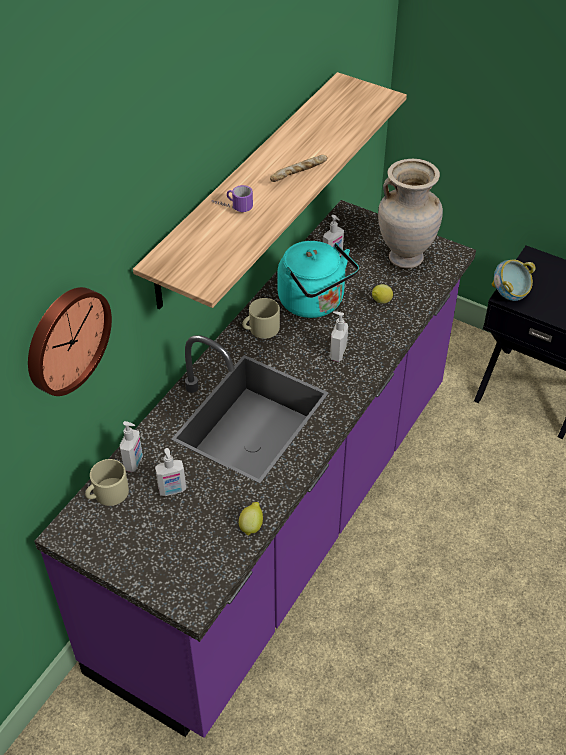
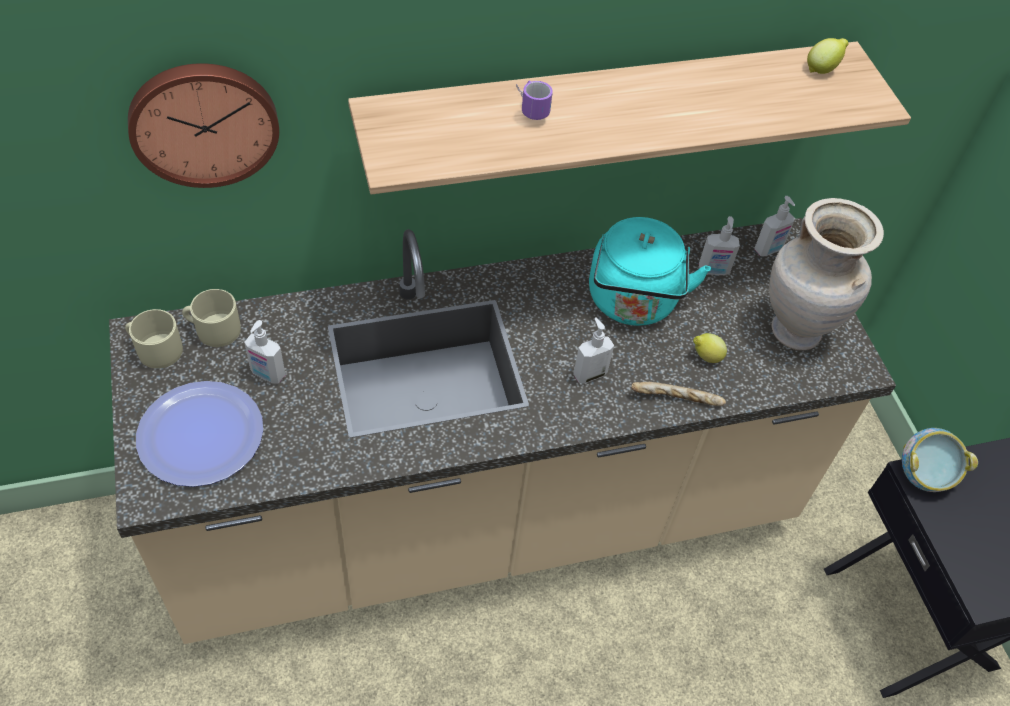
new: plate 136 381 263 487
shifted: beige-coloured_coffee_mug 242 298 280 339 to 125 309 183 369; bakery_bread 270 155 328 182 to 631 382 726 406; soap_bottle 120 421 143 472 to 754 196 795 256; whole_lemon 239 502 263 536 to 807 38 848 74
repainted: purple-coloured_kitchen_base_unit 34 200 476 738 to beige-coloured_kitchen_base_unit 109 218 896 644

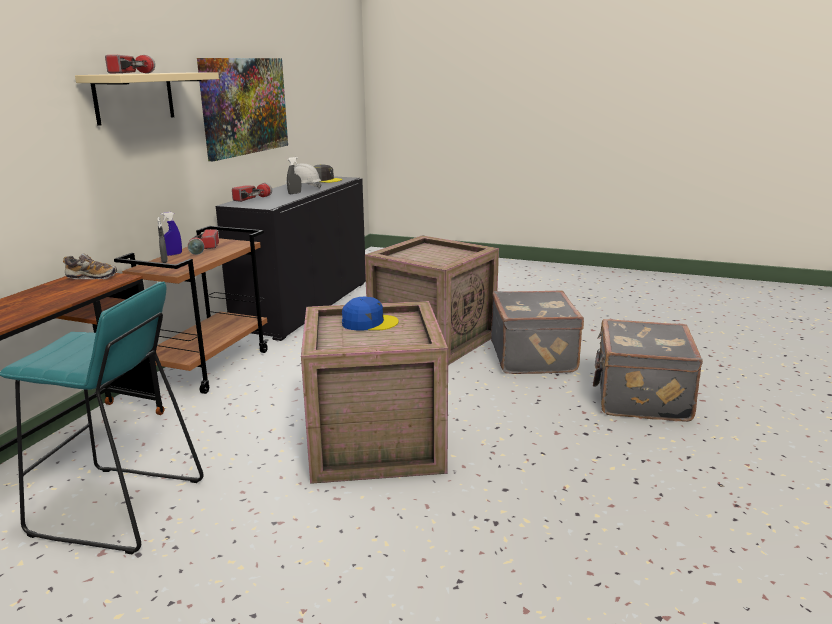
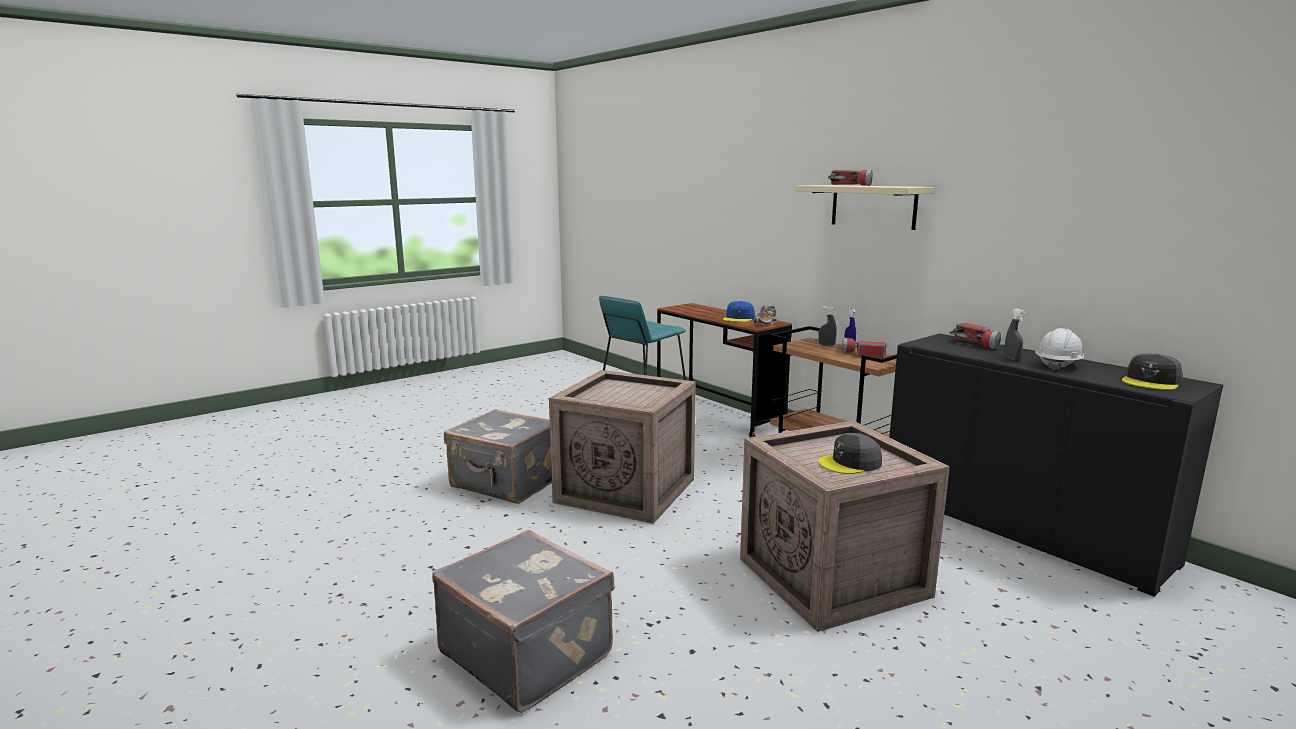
gone: picture 197 58 288 161
new: greyish_cap 818 433 882 474
shifted: greyish_suitcase 491 290 584 374 to 444 409 552 504; blue-coloured_cap 342 297 399 331 to 723 301 755 322

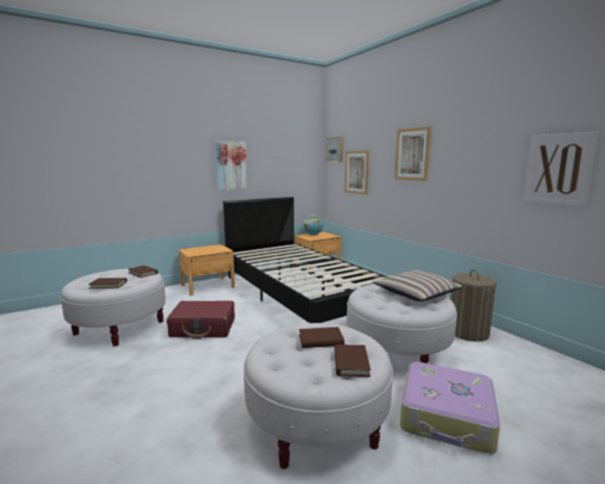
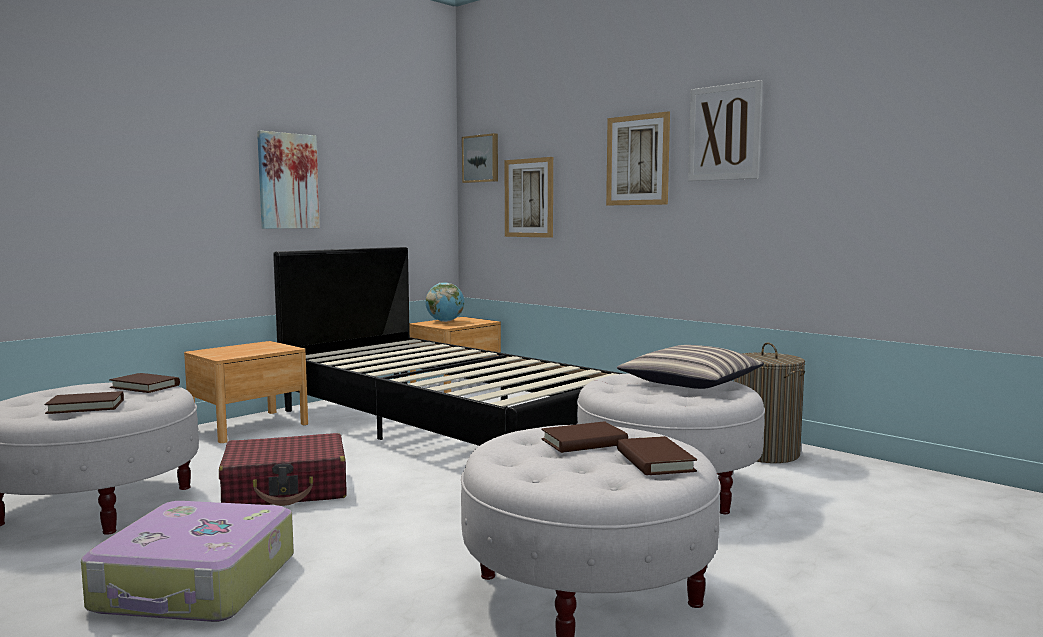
shifted: suitcase 400 362 500 454 to 81 501 294 622; picture 523 132 599 207 to 688 80 763 181

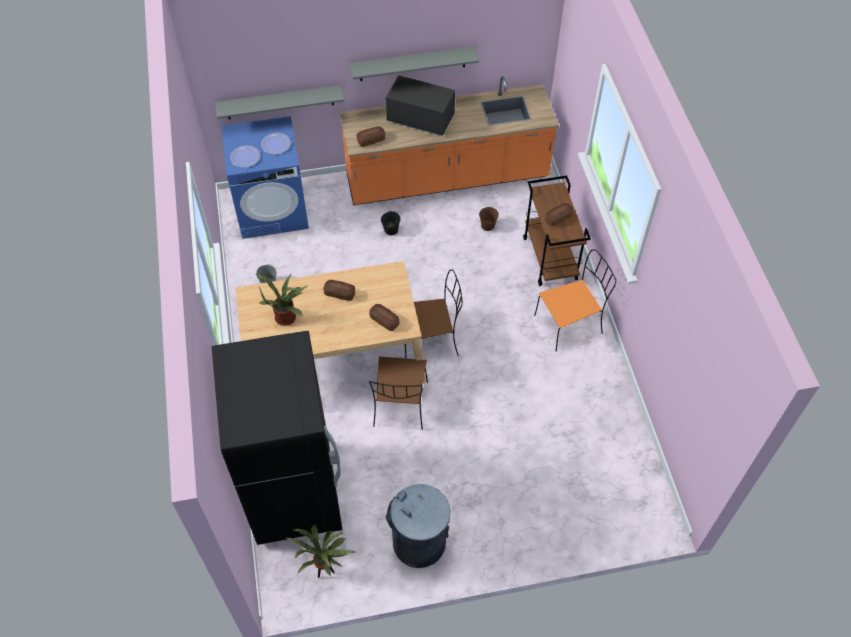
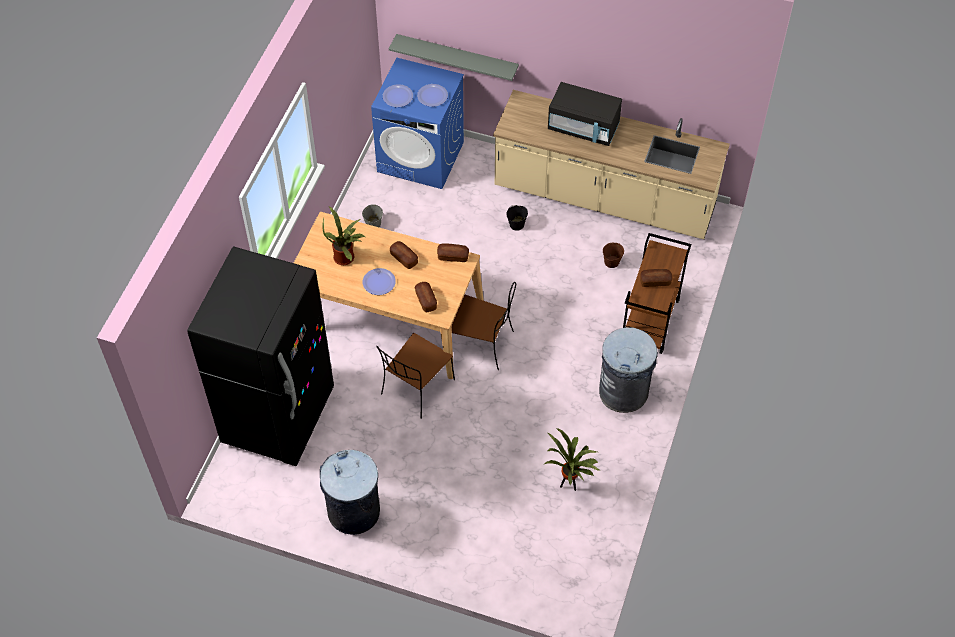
gone: greyish_bracket_shelf 350 46 479 81
new: plate 363 268 396 295
shifted: bakery_bread 356 126 385 147 to 437 243 469 262; houseplant 286 525 356 578 to 544 428 600 491
swapped: orangey_chair 534 249 616 352 to greyish_waste_bin 599 327 658 413
repainted: orangey_kitchen_base_unit 340 76 559 205 to beige-coloured_kitchen_base_unit 493 90 730 239
rotated: black_microwave 386 75 455 136 = 548 82 622 146 150 degrees clockwise

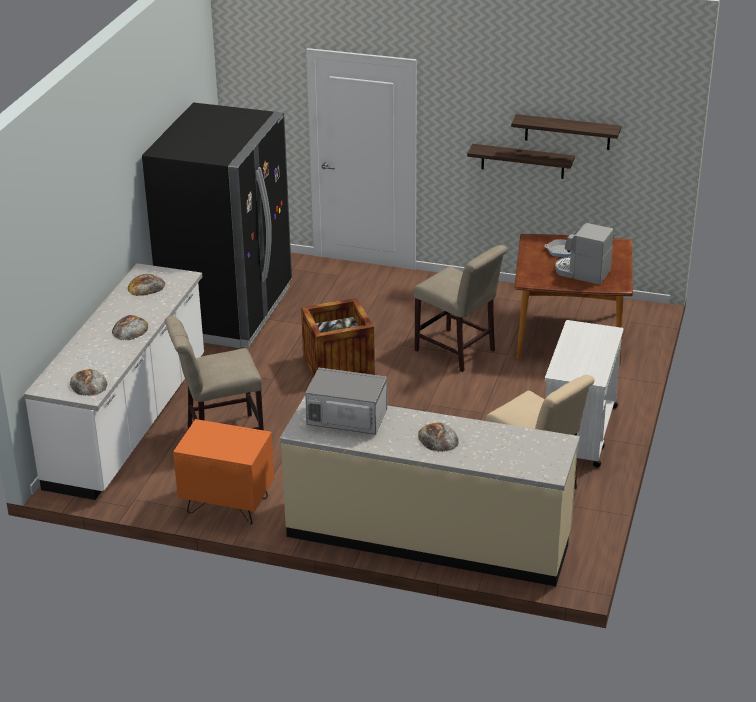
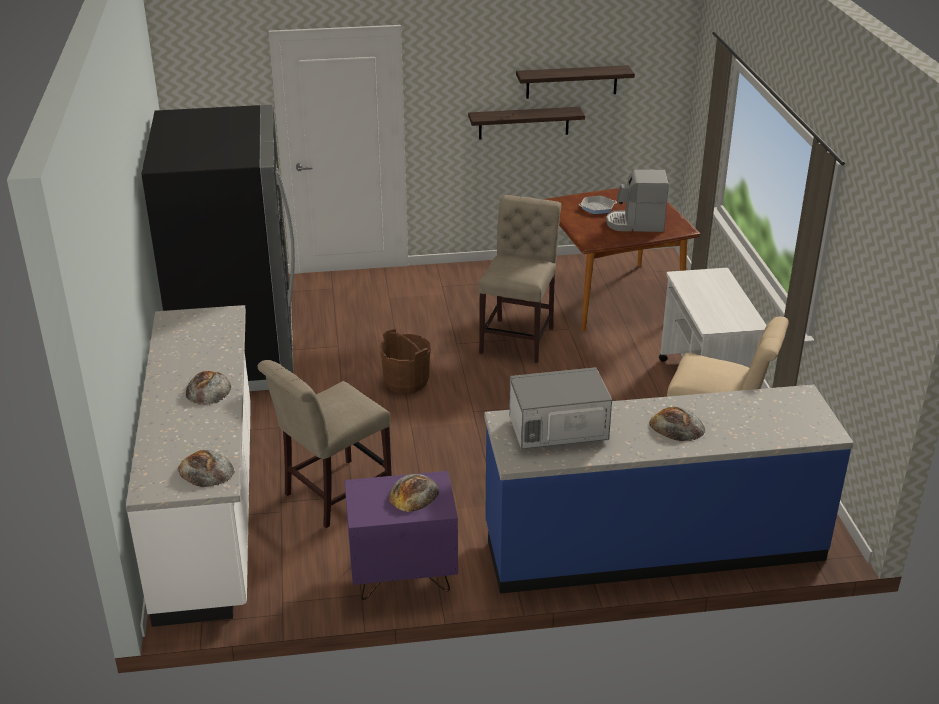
shifted: bakery_bread 128 274 165 296 to 389 474 439 512
swapped: crate 301 298 375 377 to brownish_water_bucket 380 329 431 393
repainted: orangey_bedside_table 173 419 274 524 to purple-coloured_bedside_table 345 471 458 600; beige-coloured_kitchen_base_unit 280 396 580 586 to blue-coloured_kitchen_base_unit 484 384 854 594
rotated: beige-coloured_chair 414 245 507 372 = 479 195 561 363 90 degrees counterclockwise

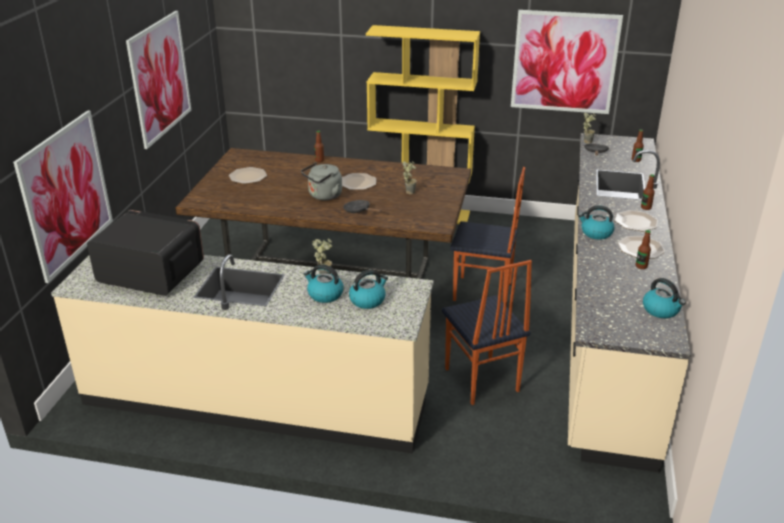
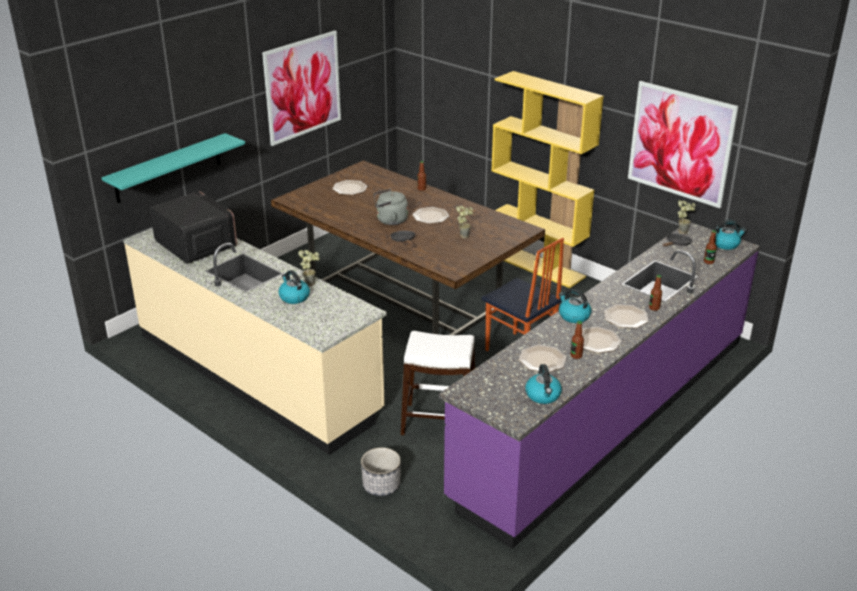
new: plant_pot 361 448 401 496; plate 519 345 567 372
shifted: water_kettle 349 270 388 309 to 715 220 746 250
swapped: picture 13 110 113 283 to blue-green_bracket_shelf 102 133 245 203; chair 442 260 532 405 to whitish_stool 401 331 475 435
repainted: beige-coloured_kitchen_base_unit 568 133 691 473 to purple-coloured_kitchen_base_unit 439 222 760 549

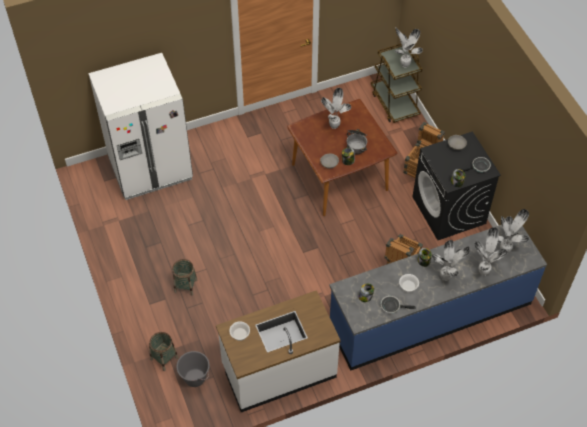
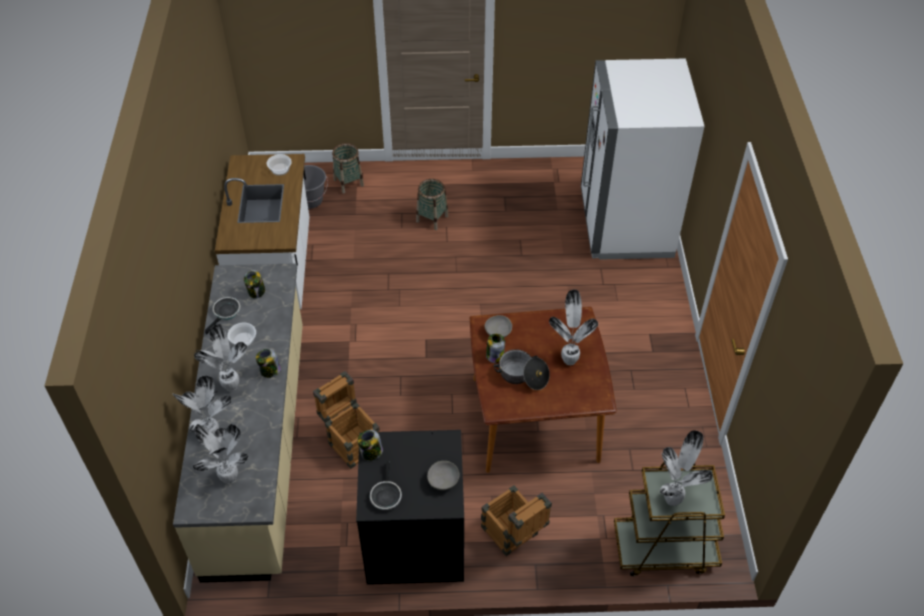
repainted: blue-coloured_kitchen_base_unit 329 225 547 371 to beige-coloured_kitchen_base_unit 173 263 303 583

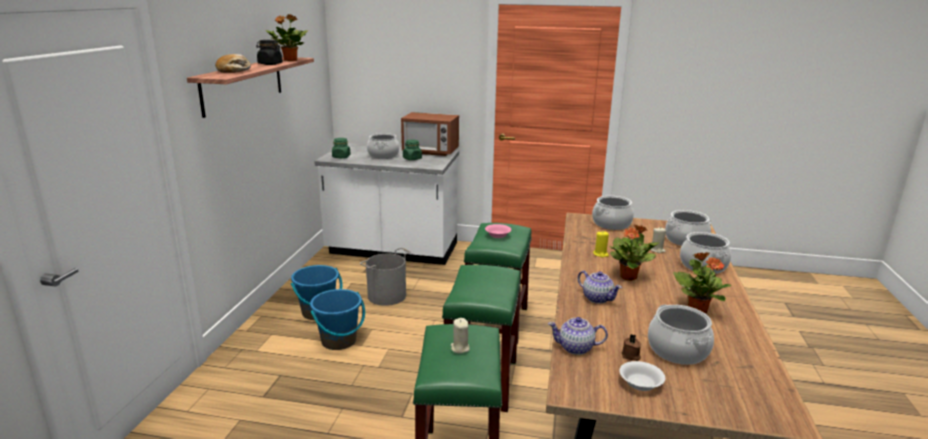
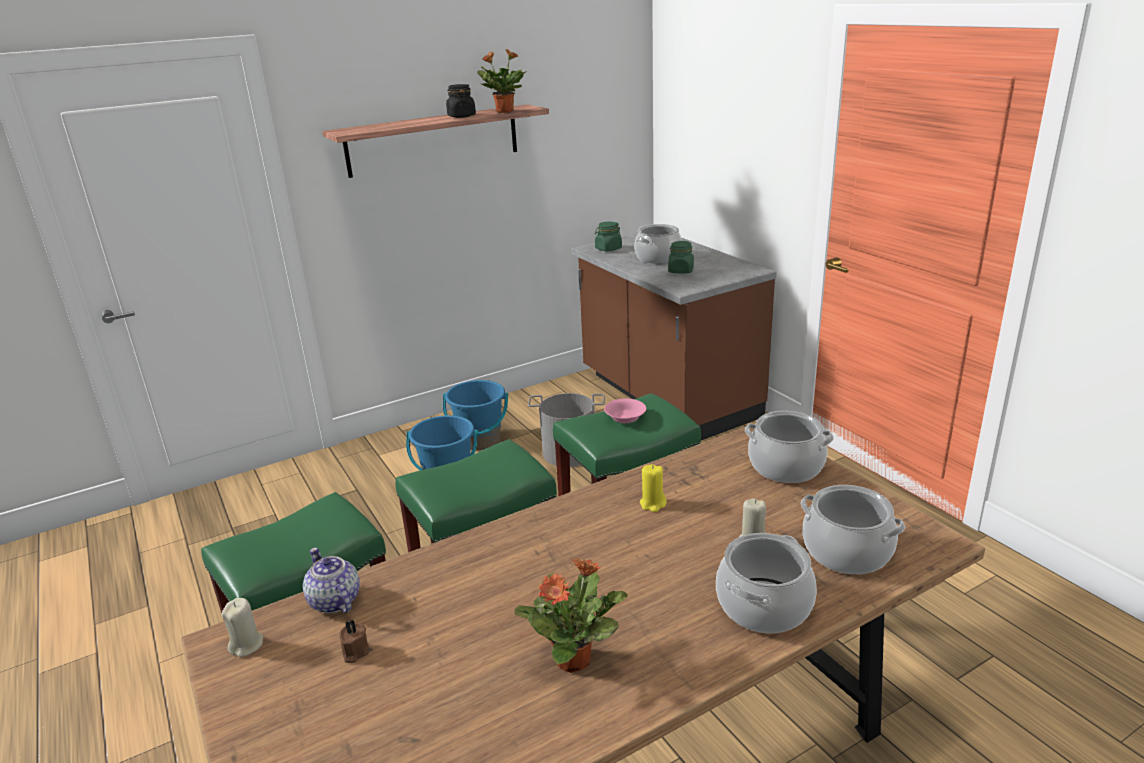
gone: bakery_bread 215 54 251 73; microwave 401 112 459 156; pot_for_tea 578 271 622 304; houseplant 609 224 659 281; whitish_bowl 619 361 665 391; saucepot 648 305 714 365
shifted: beige-coloured_candle 451 318 470 354 to 222 598 263 657
repainted: whitish_kitchen_base_unit 314 143 459 265 to brownish_kitchen_base_unit 572 233 776 440

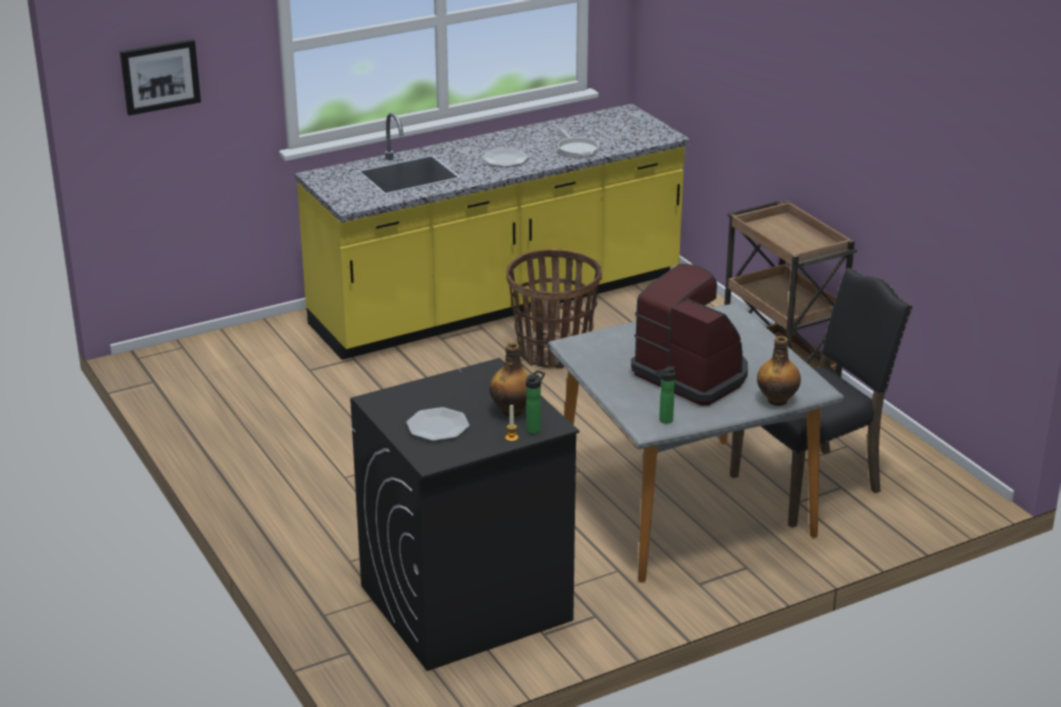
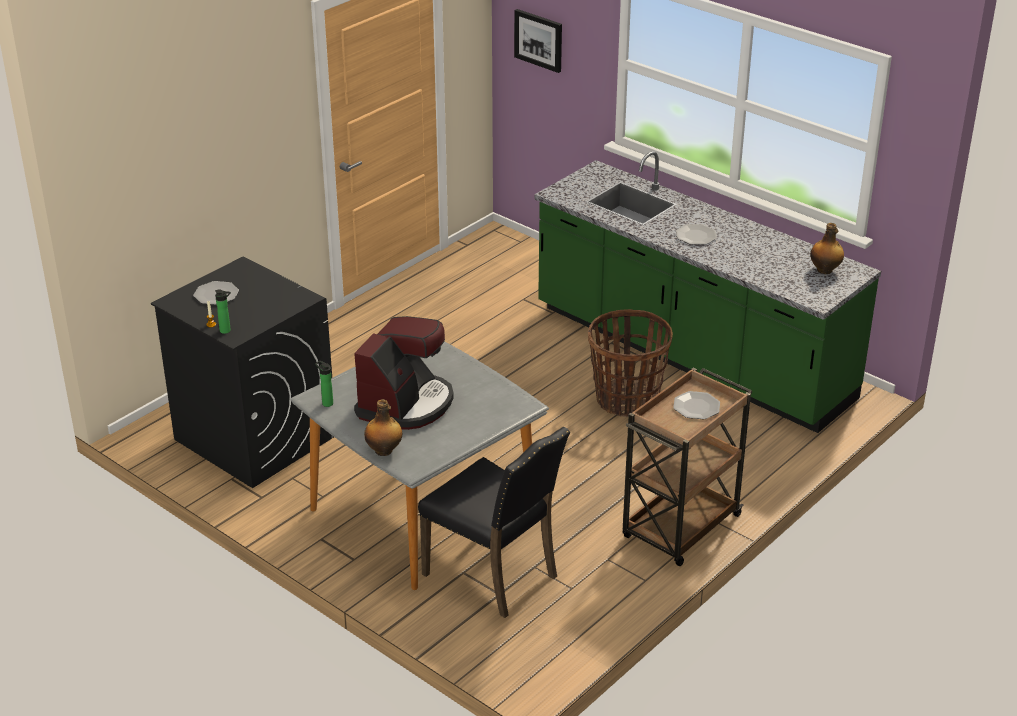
gone: skillet 557 127 600 158
new: plate 673 391 720 419
shifted: beverage_bottle 489 342 531 417 to 810 223 844 274
repainted: yellow_kitchen_base_unit 295 104 690 360 to green_kitchen_base_unit 535 151 881 433

